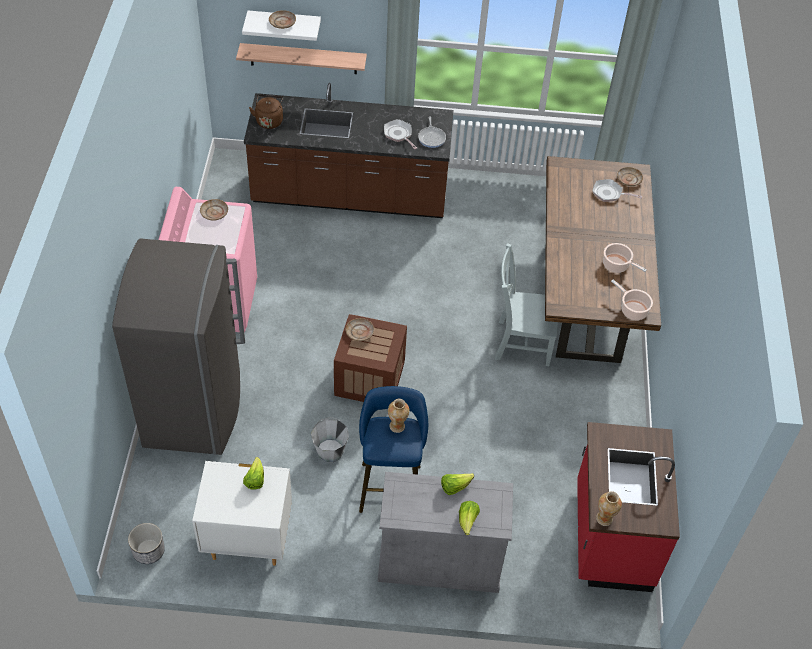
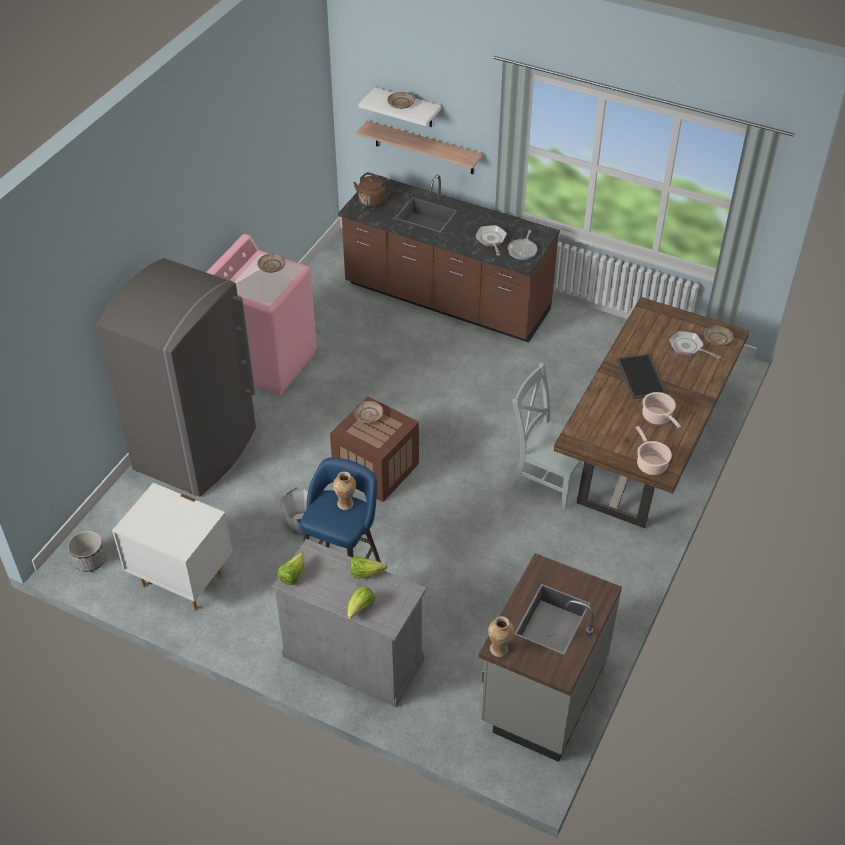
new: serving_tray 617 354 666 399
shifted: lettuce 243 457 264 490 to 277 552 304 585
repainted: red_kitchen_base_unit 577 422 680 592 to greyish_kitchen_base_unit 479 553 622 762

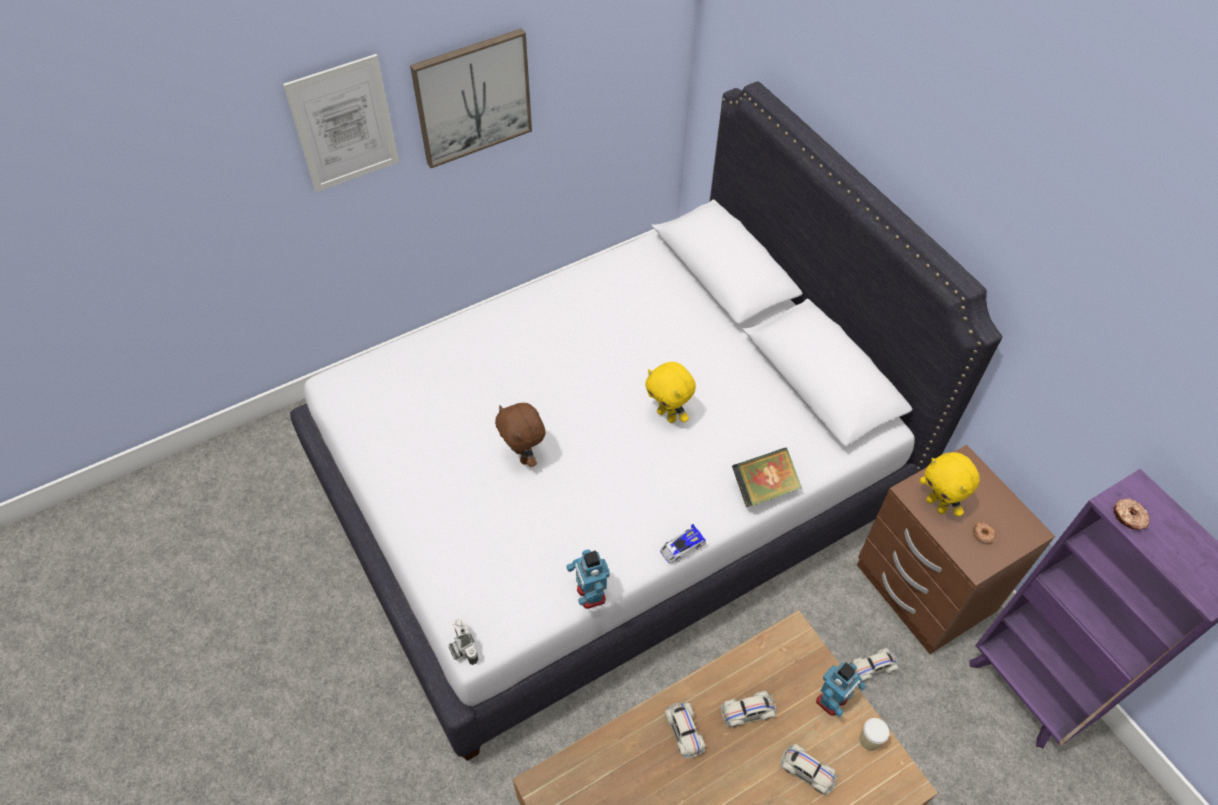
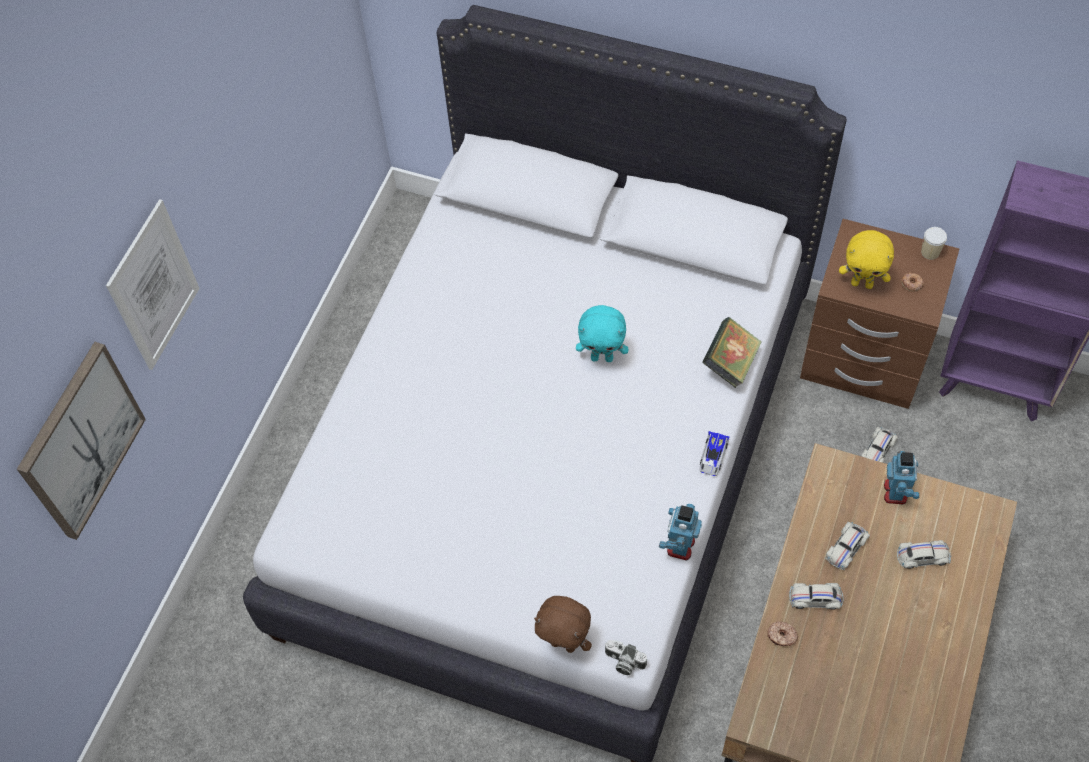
shifted: picture 410 28 532 168 to 17 342 146 540; brownish_cuddly_toy 495 403 546 467 to 534 596 592 653; ring_doughnut 1114 498 1150 530 to 768 621 798 646; cup 859 718 889 751 to 921 227 947 260
repainted: yellow_cuddly_toy 645 362 696 423 to blue-green_cuddly_toy 576 305 628 362
rotated: model_robot 566 549 610 609 = 659 504 702 561 75 degrees clockwise; whitish_toy_car 664 702 706 758 = 789 583 844 610 150 degrees clockwise

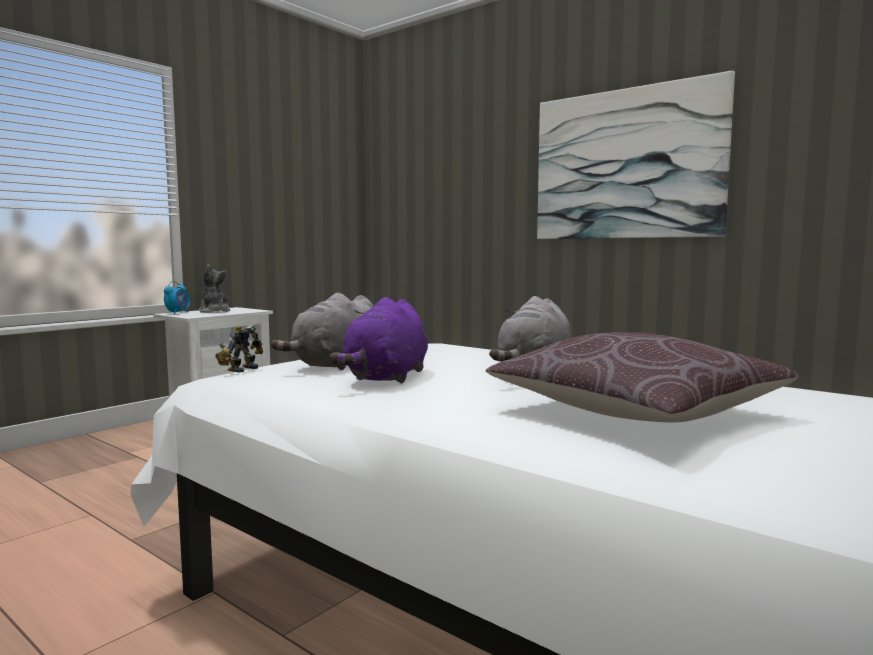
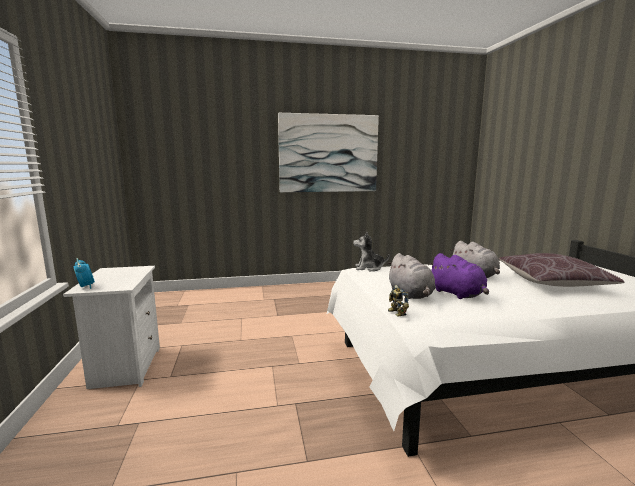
shifted: cuddly_toy 199 264 230 313 to 353 232 390 271

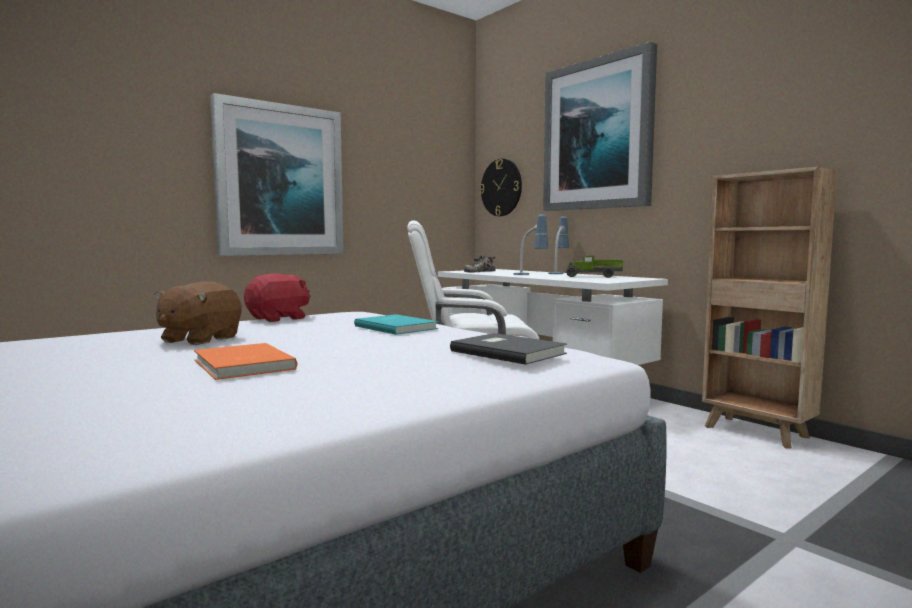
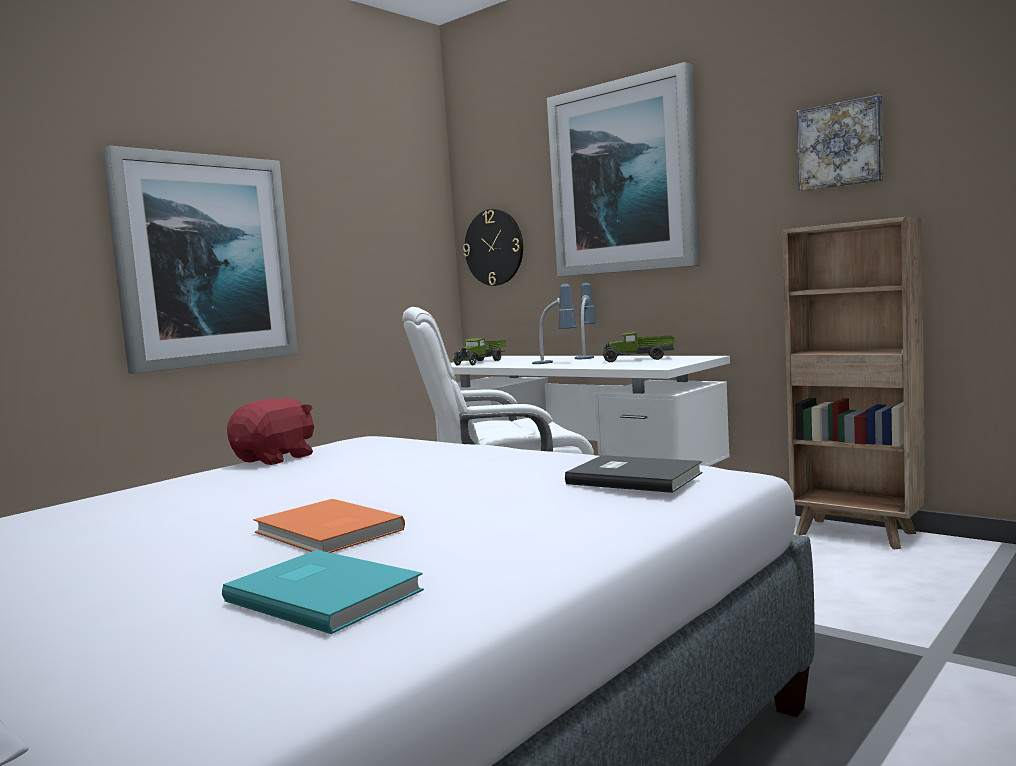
gone: brownish_cuddly_toy 154 281 242 345
new: picture 797 95 883 191
shifted: blue-green_bound_book 354 314 438 335 to 222 550 424 634
swapped: low_shoe 464 255 496 272 to model_truck 453 338 506 366

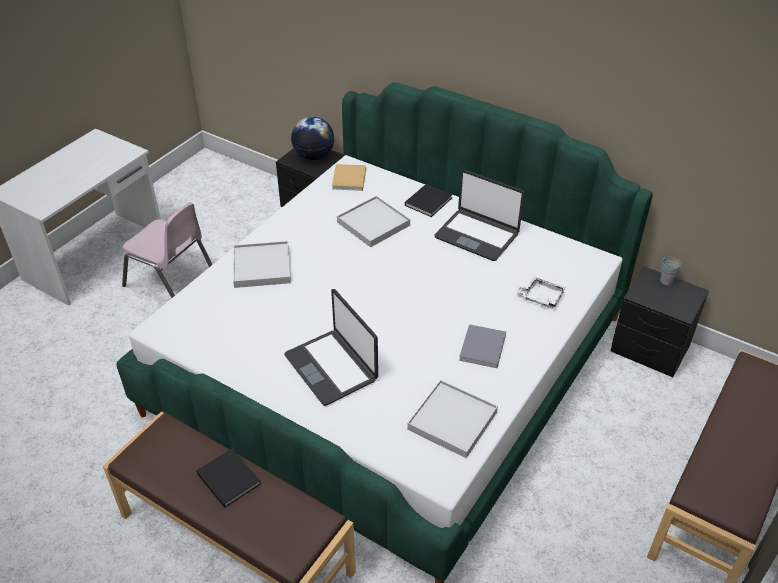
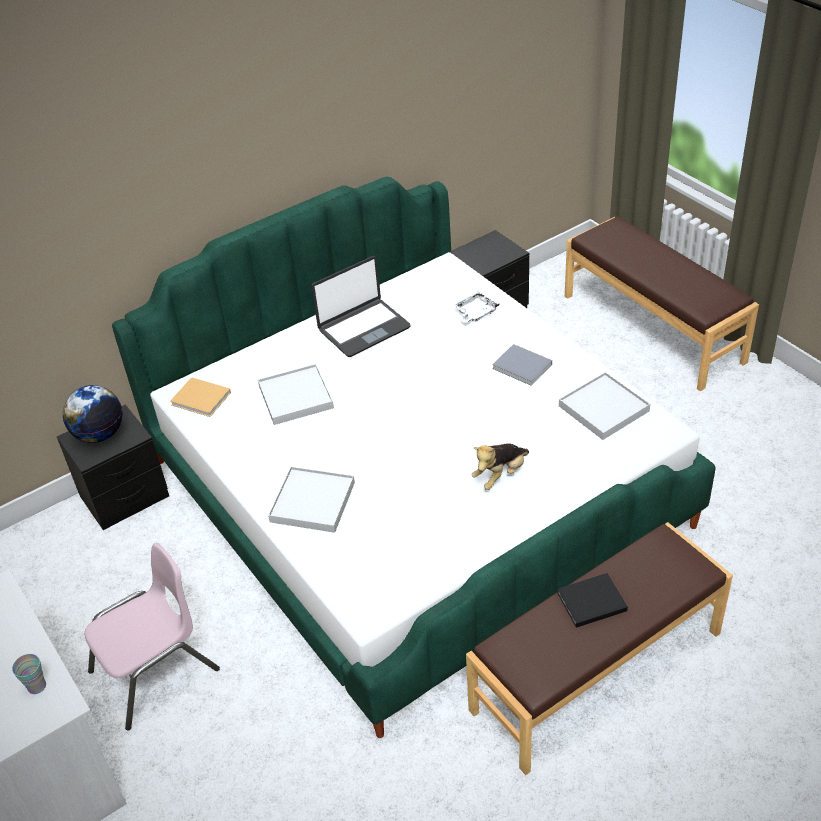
gone: black_bound_book 405 184 453 217
shifted: cup 660 256 681 285 to 12 654 46 694
swapped: portable_computer 284 289 378 406 to cuddly_toy 472 443 529 490

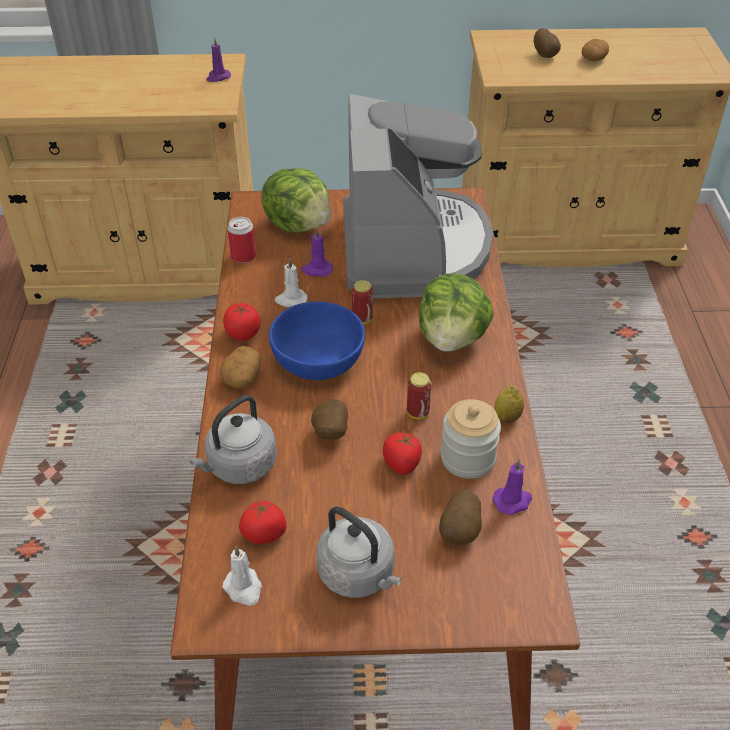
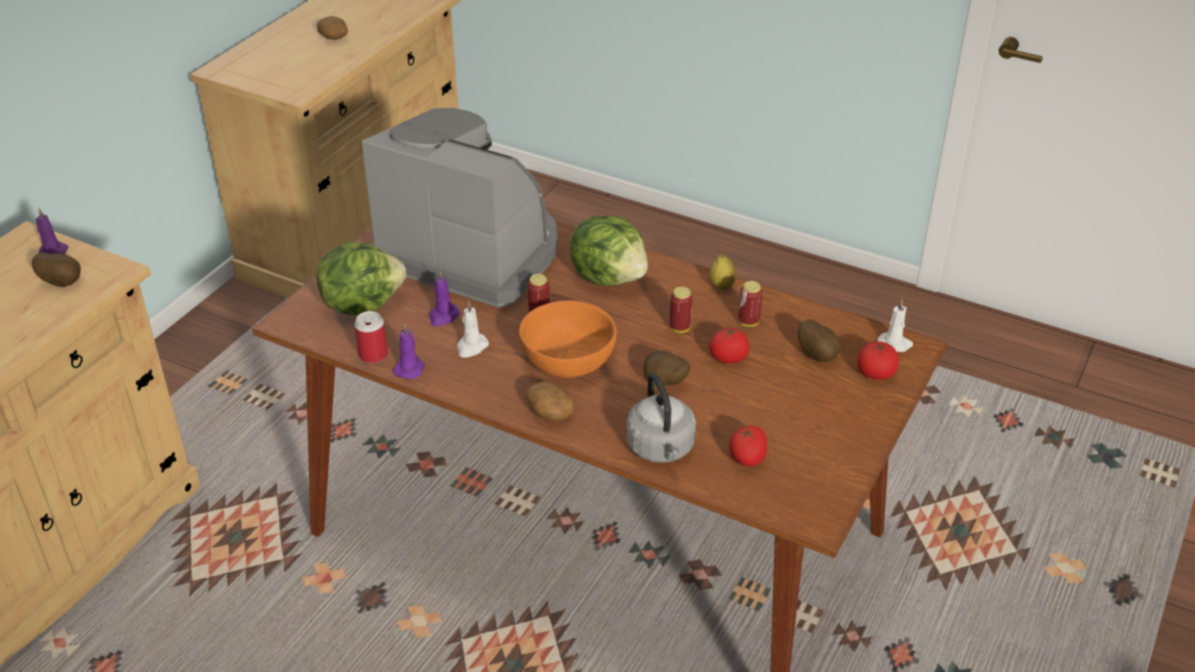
gone: greyish_water_kettle 316 507 402 598
shifted: whole_potato 534 28 561 58 to 32 253 81 287; purple-coloured_candle 492 459 532 515 to 393 323 425 379; tomato 223 303 261 341 to 858 341 899 380; whitish_candle 222 546 262 606 to 877 299 913 352
swapped: storage_jar 441 399 501 479 to sealed_can 738 281 763 327
repainted: blue-coloured_bowl 269 301 365 380 to orangey_bowl 519 301 617 378

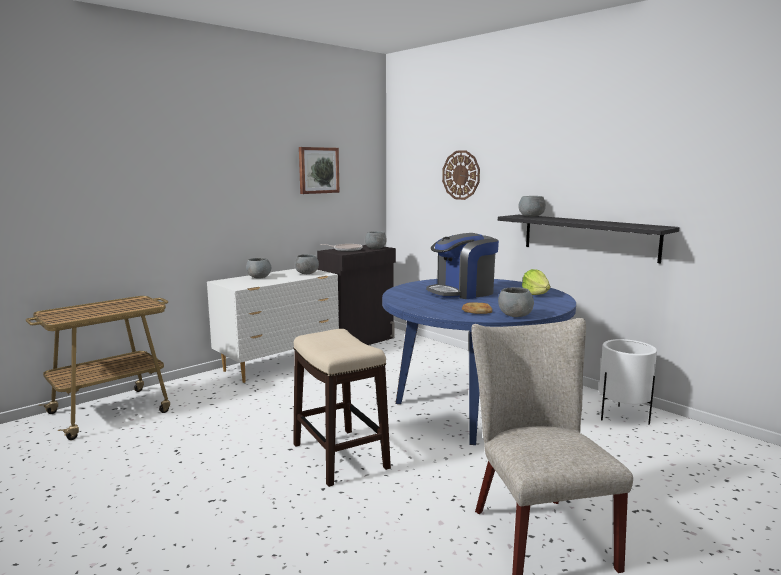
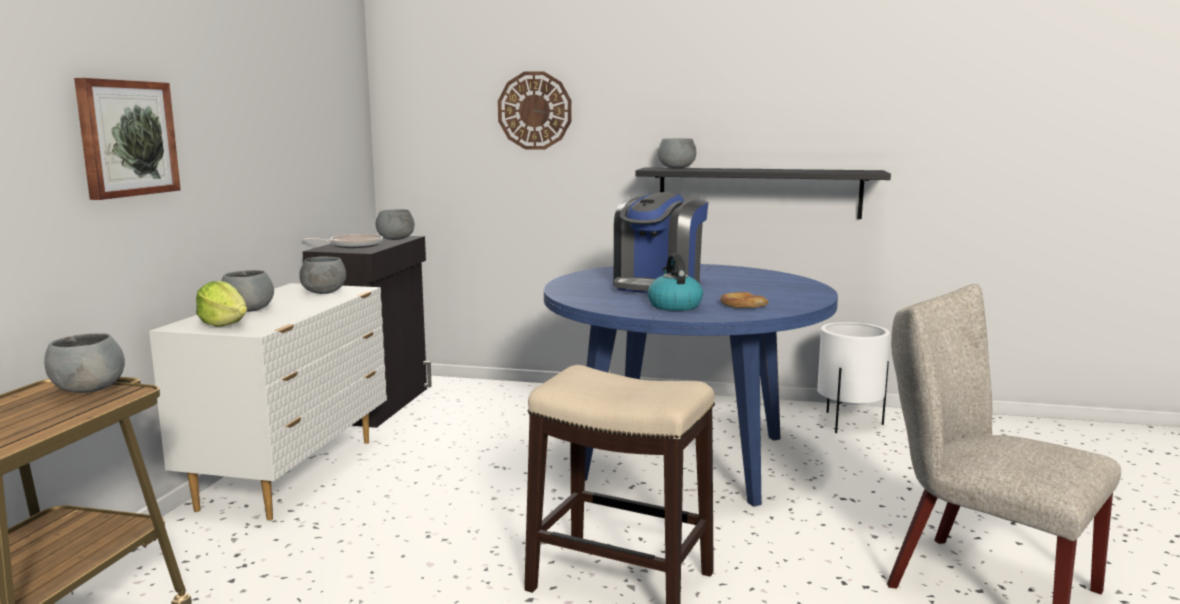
new: water_kettle 647 254 703 311
shifted: greyish_bowl 498 287 534 317 to 44 333 125 393; picture 299 147 339 194 to 74 78 181 200; lettuce 522 269 550 295 to 196 281 247 327

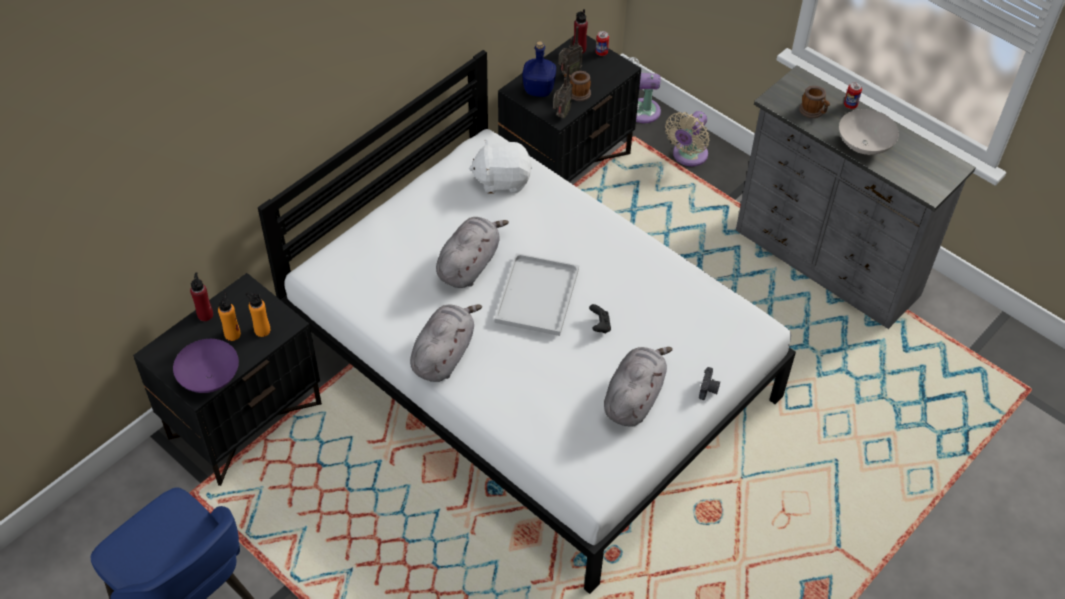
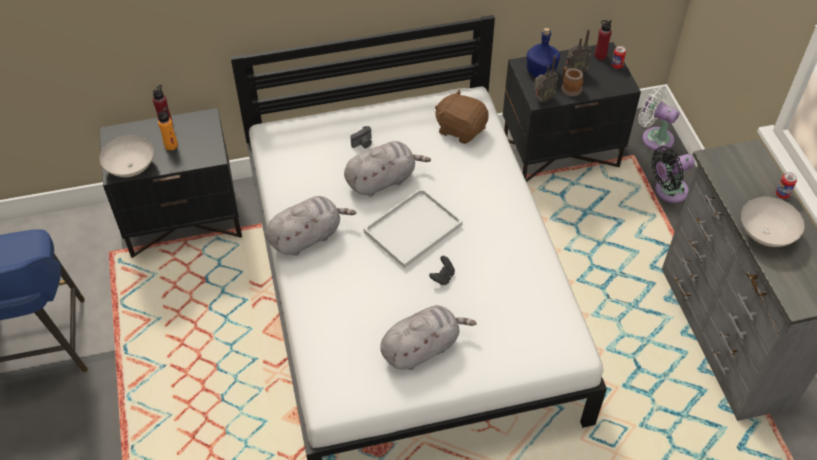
gone: orangey_beverage_bottle 246 292 270 337; coffee_mug 799 86 830 118
shifted: still_camera 699 367 720 400 to 351 126 372 149
repainted: purple-coloured_bowl 173 339 239 393 to whitish_bowl 99 135 154 177; whitish_cuddly_toy 469 139 533 193 to brownish_cuddly_toy 435 89 488 144; beige-coloured_electric_fan 665 111 709 166 to black_electric_fan 651 146 694 203

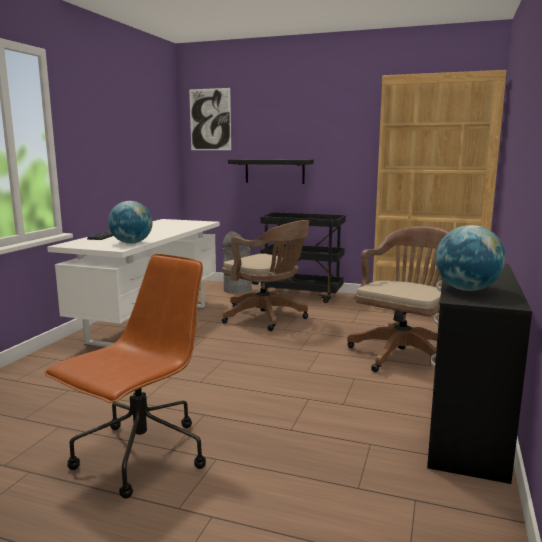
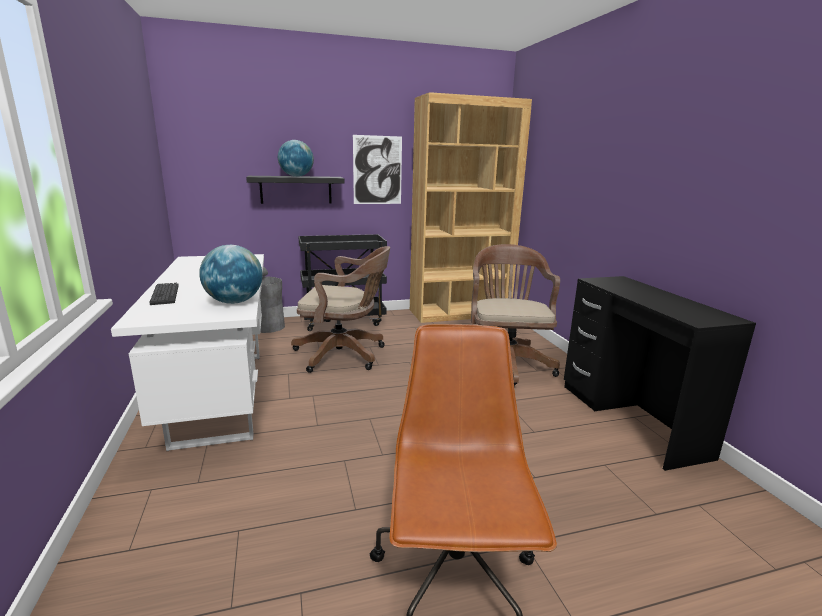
shifted: globe 435 225 506 291 to 278 140 314 177; picture 189 88 231 150 to 353 135 402 204

